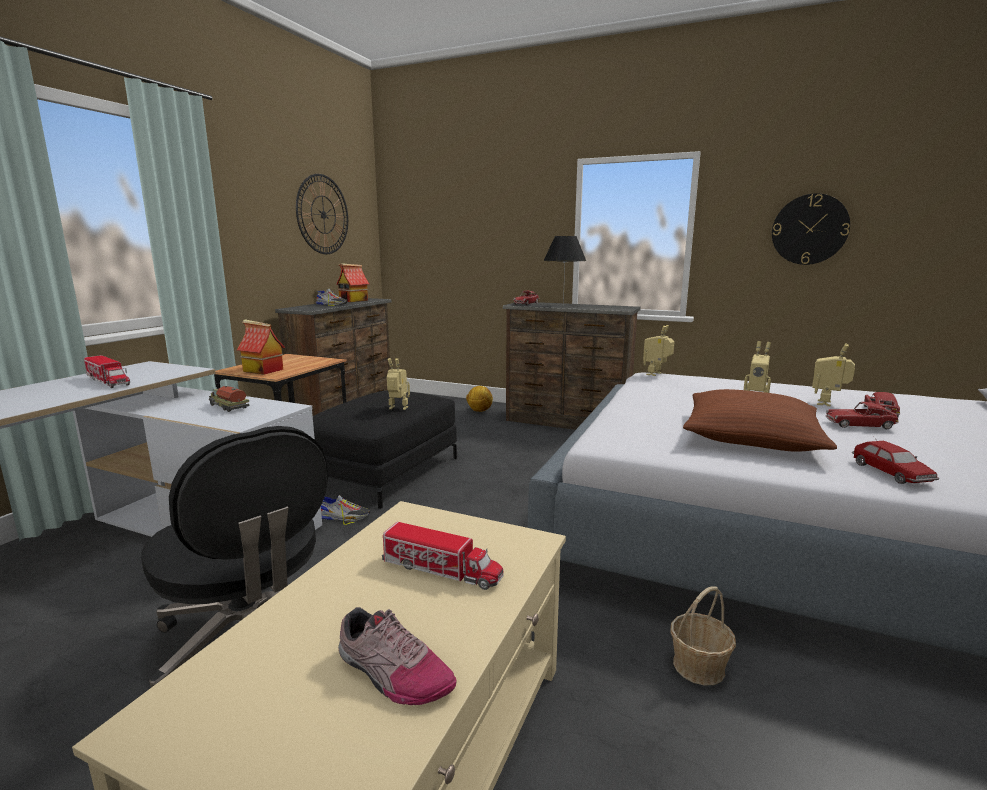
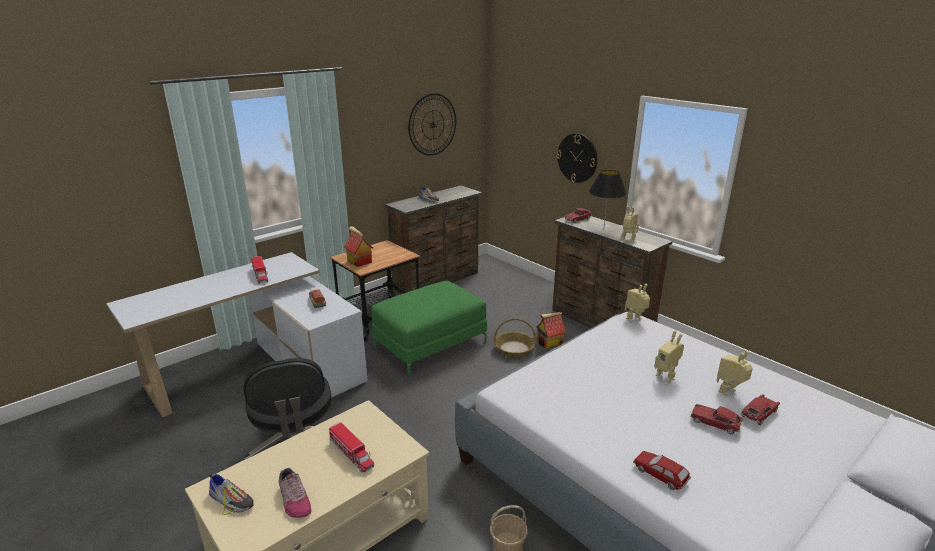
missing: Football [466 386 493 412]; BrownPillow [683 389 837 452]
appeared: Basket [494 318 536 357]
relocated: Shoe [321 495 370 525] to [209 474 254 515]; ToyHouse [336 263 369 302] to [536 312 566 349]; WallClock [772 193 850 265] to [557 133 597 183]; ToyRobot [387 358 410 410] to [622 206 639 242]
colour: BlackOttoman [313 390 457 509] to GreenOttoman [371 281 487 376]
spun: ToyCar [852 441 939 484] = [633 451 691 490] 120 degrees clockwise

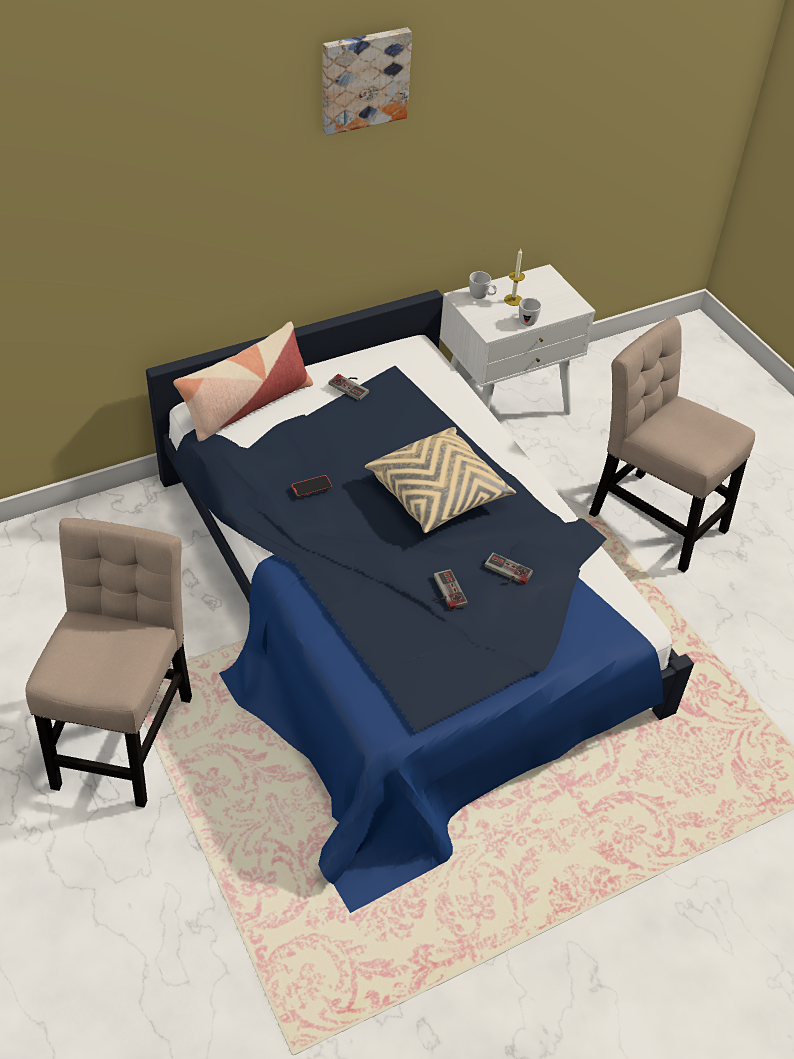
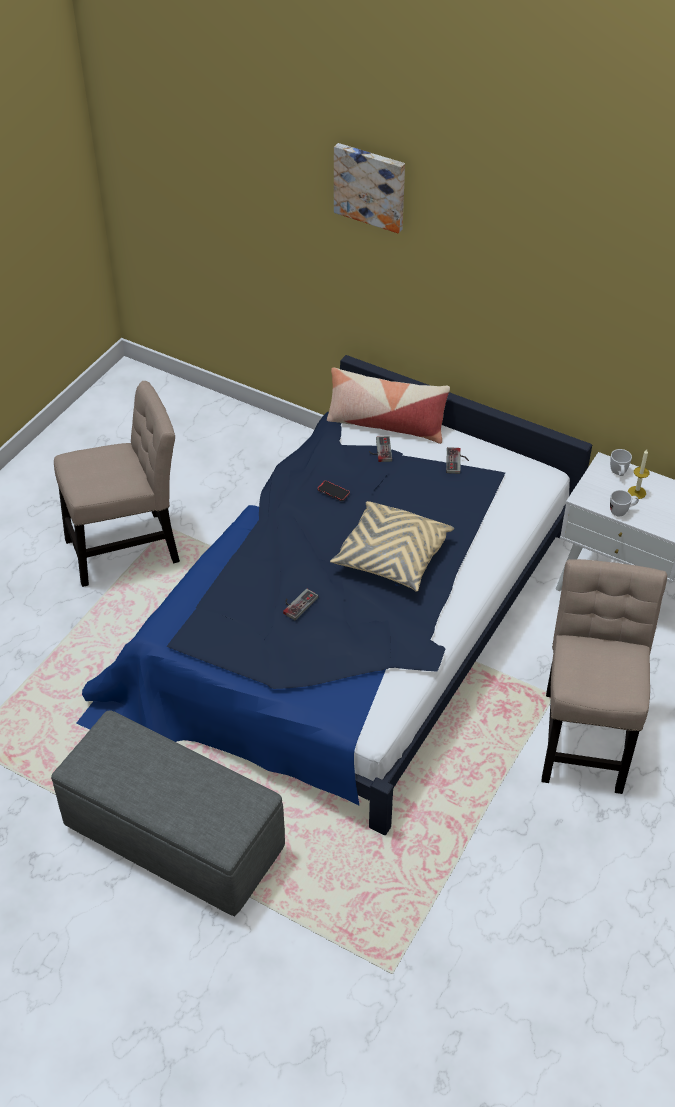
appeared: GreyOttoman [51 710 285 917]
relocated: Picture [323 28 412 135] to [334 143 405 234]; GameController [484 553 533 585] to [369 436 392 462]

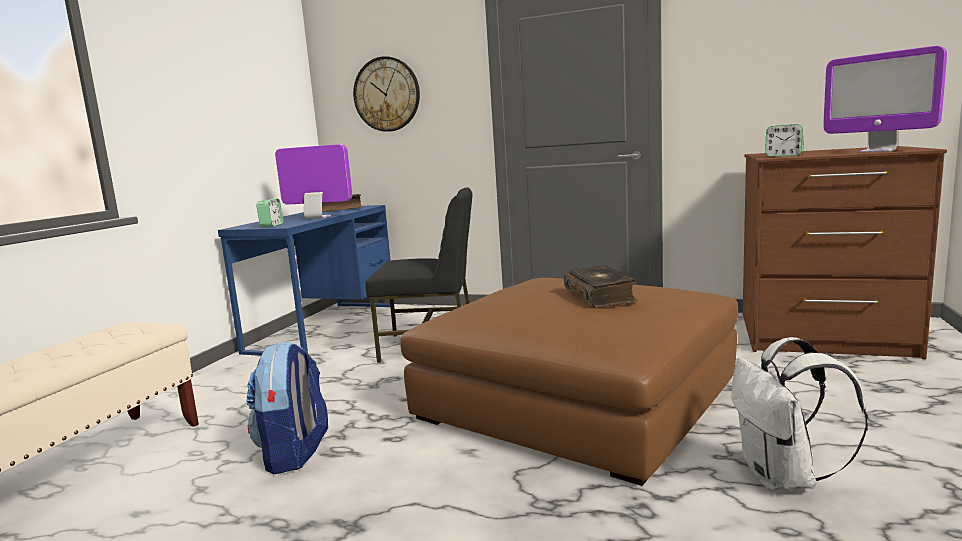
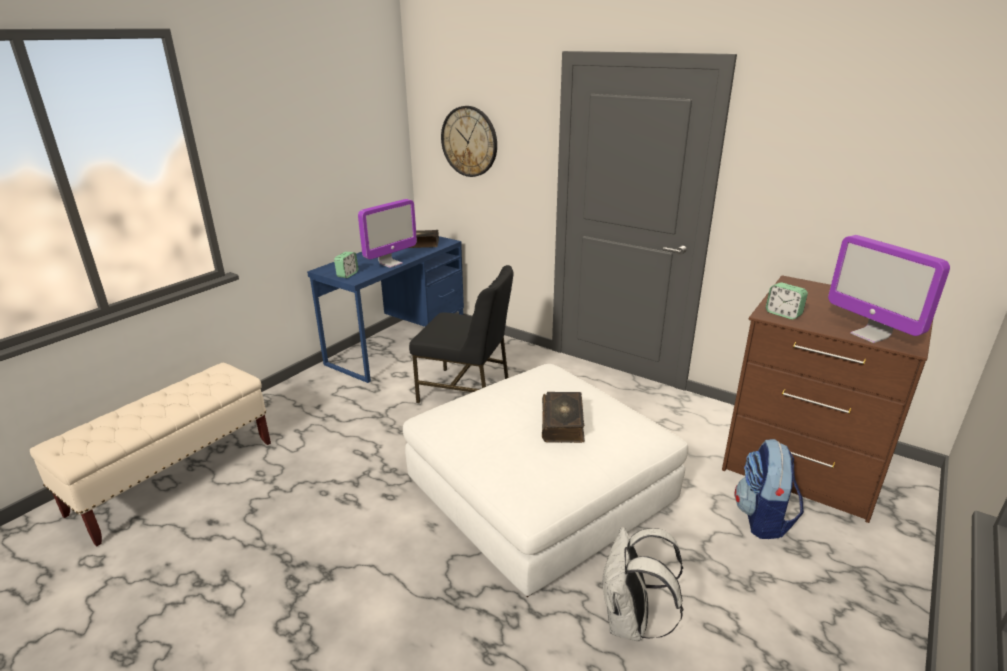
relocated: Backpack [247 340 328 474] to [735 439 804 539]
colour: BrownOttoman [400 278 738 486] to WhiteOttoman [403 364 688 597]
spun: Monitor [275 144 352 219] = [358 199 417 268] 105 degrees clockwise

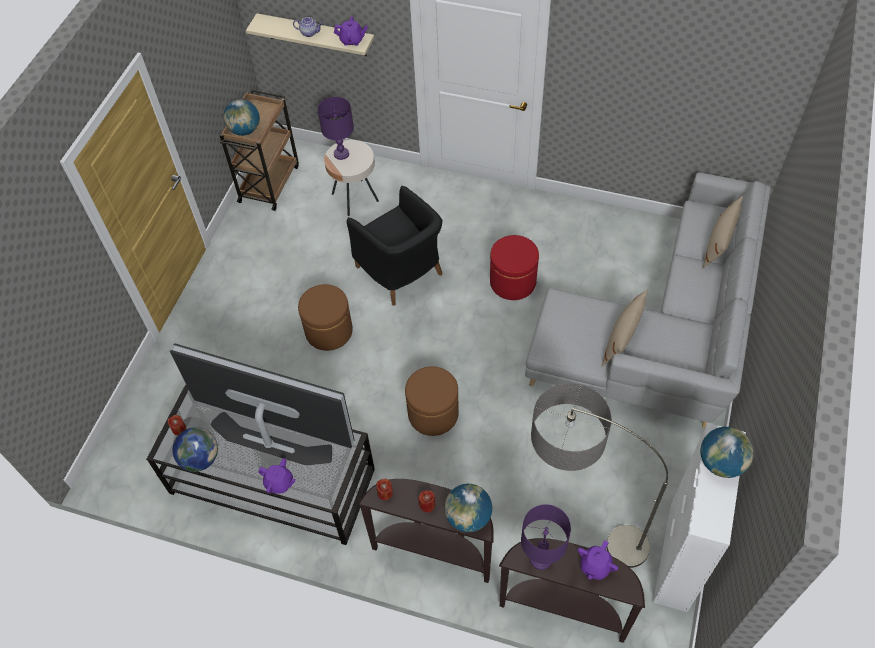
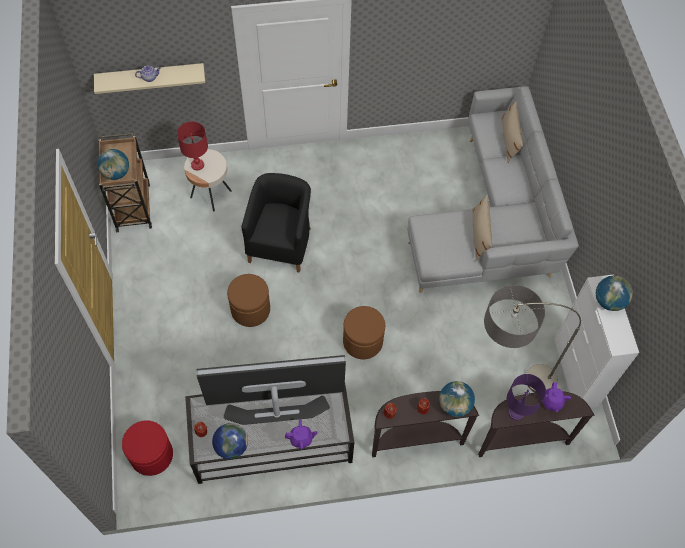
missing: PurpleTeapot [334 16 368 46]
relocated: RedOttoman [490 235 539 300] to [122 420 173 476]
colour: PurpleTableLamp [318 97 354 160] to RedTableLamp [177 122 208 170]
spun: BlackArmchair [347 186 442 305] = [241 173 311 273] 105 degrees counterclockwise

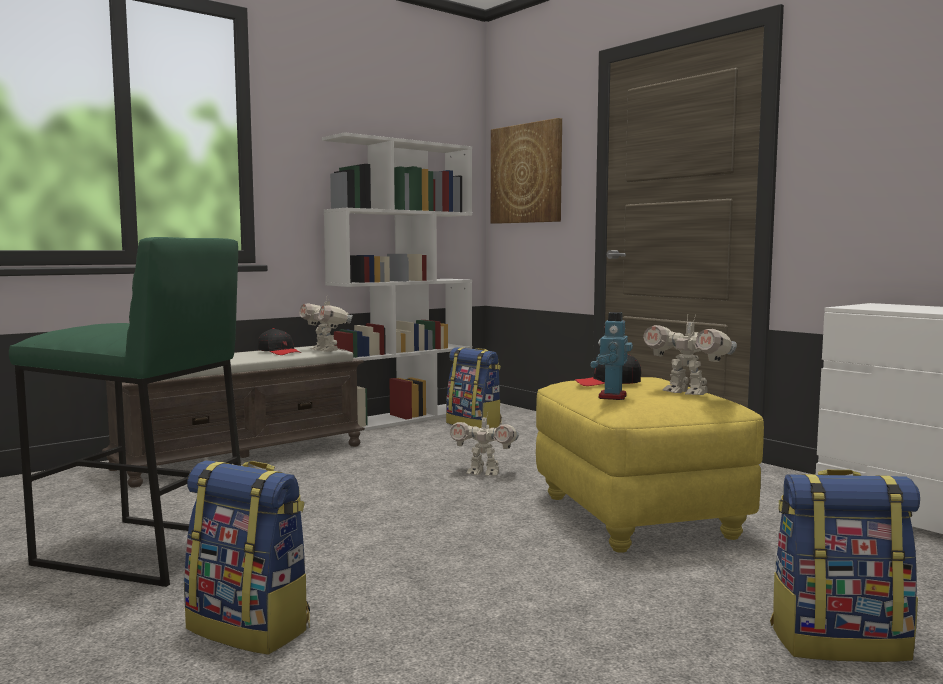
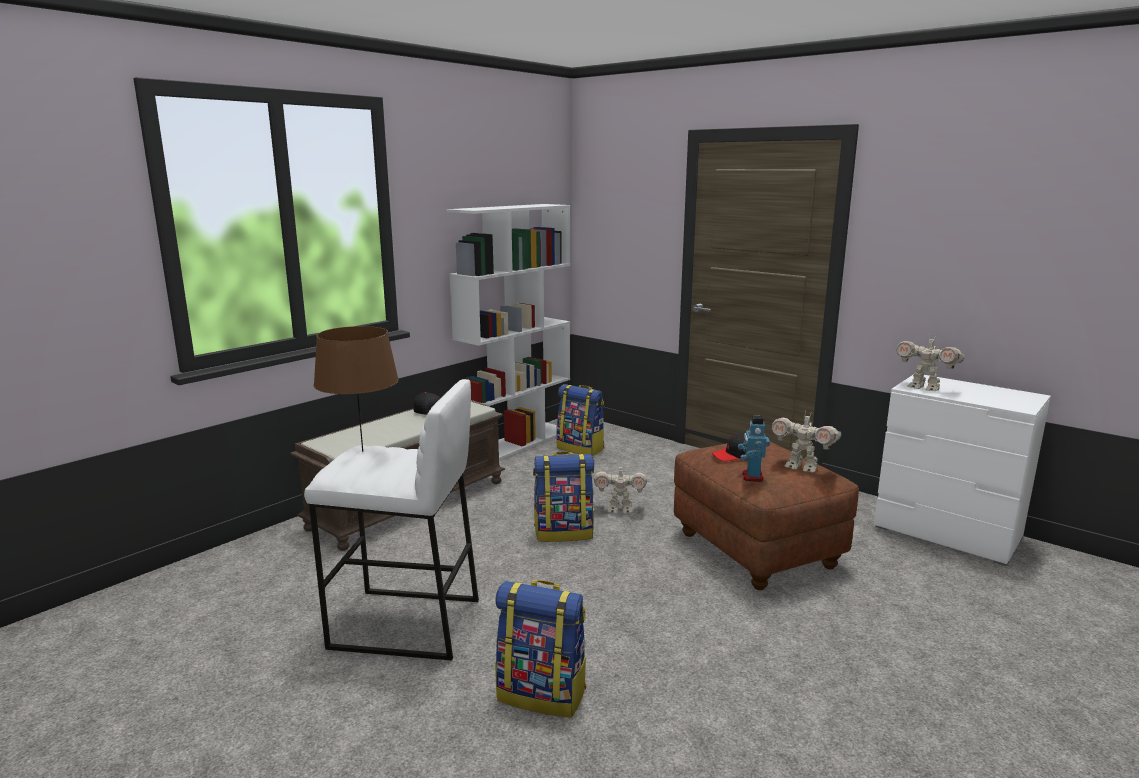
missing: Picture [491 118 562 224]
appeared: BrownTableLamp [313 326 399 452]
relocated: Backpack [770 469 920 662] to [533 452 594 542]; ToyRobot [299 297 353 352] to [896 334 964 391]
colour: GreenStool [9 237 241 587] to WhiteStool [304 379 479 660]; YellowOttoman [536 377 764 553] to BrownOttoman [674 441 859 590]

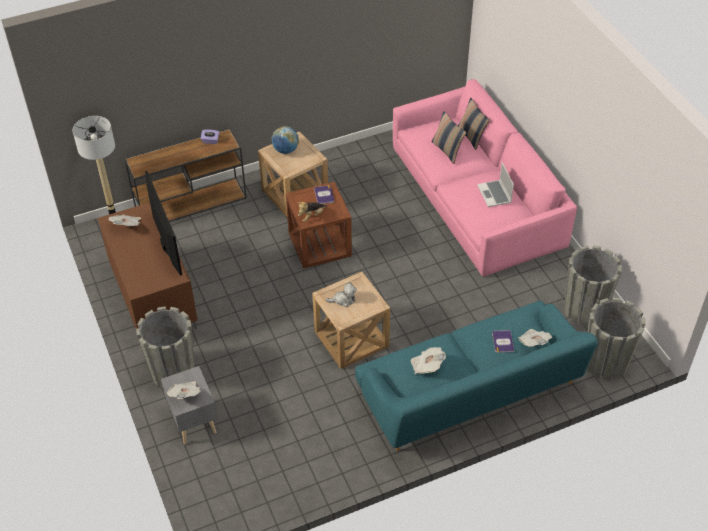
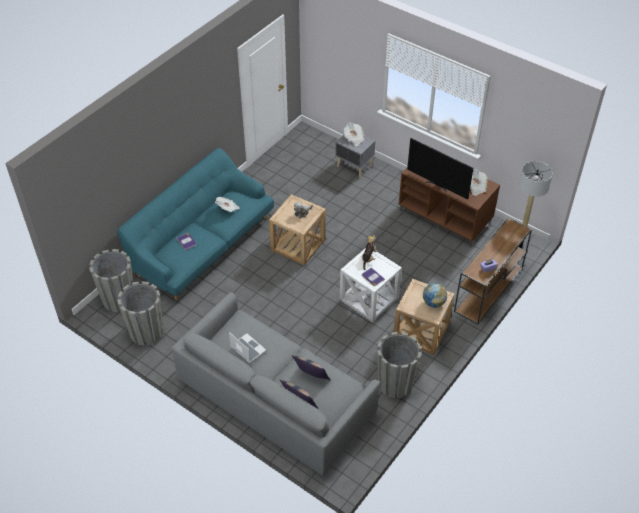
missing: Newspaper [518 329 552 347]
relocated: GreyPlanter [136 306 195 388] to [377 332 422 398]
colour: PinkSofa [393 79 577 276] to GreySofa [172 292 380 476]; BrownSideTable [286 182 352 269] to WhiteSideTable [340 248 402 322]

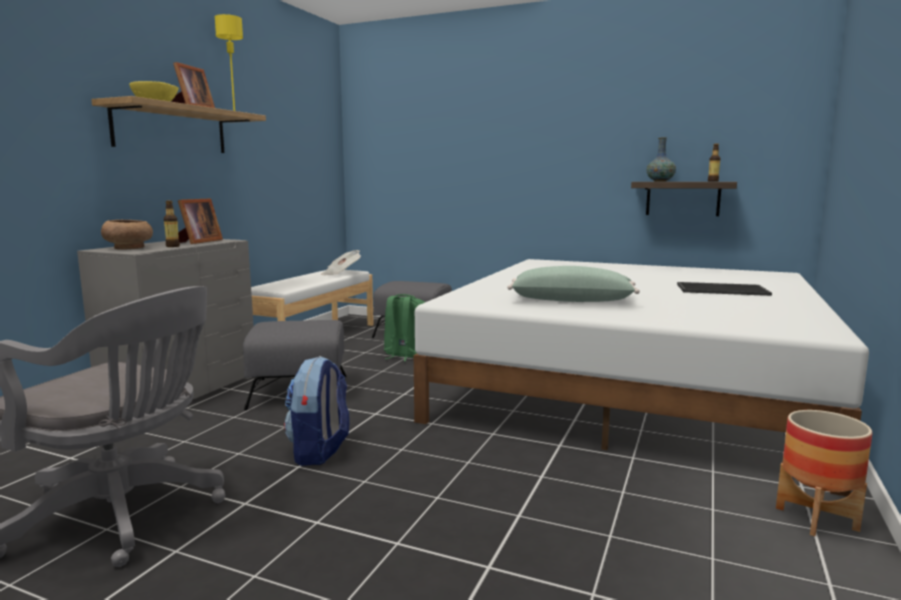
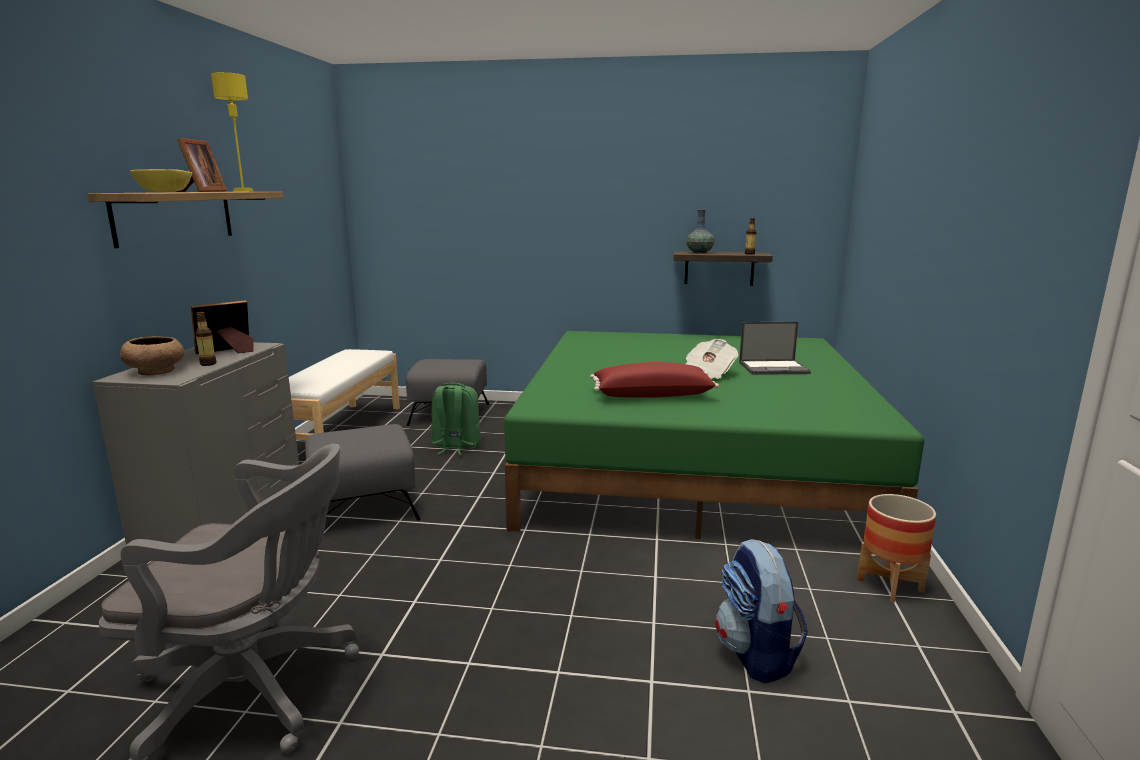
relocated: Newspaper [321 250 361 276] to [686 339 738 379]; Backpack [284 356 349 466] to [715 539 808 684]
exchanged: Tray [677 282 772 296] to Laptop [739 322 811 375]
colour: WhiteBed [414 259 869 497] to GreenBed [504 331 924 539]; GreenPillow [507 266 640 302] to RedPillow [590 362 719 398]
spun: PictureFrame [178 198 223 244] = [191 300 254 354] 135 degrees counterclockwise

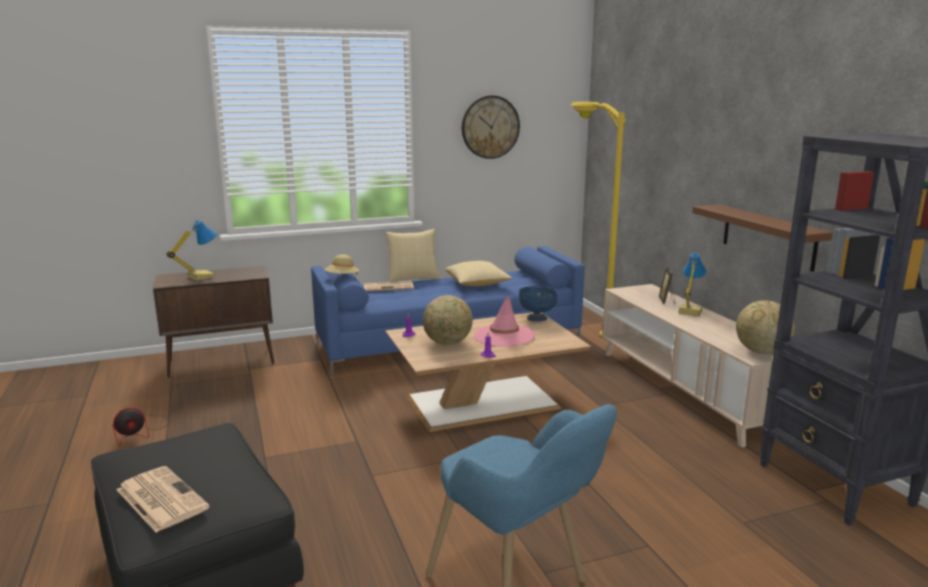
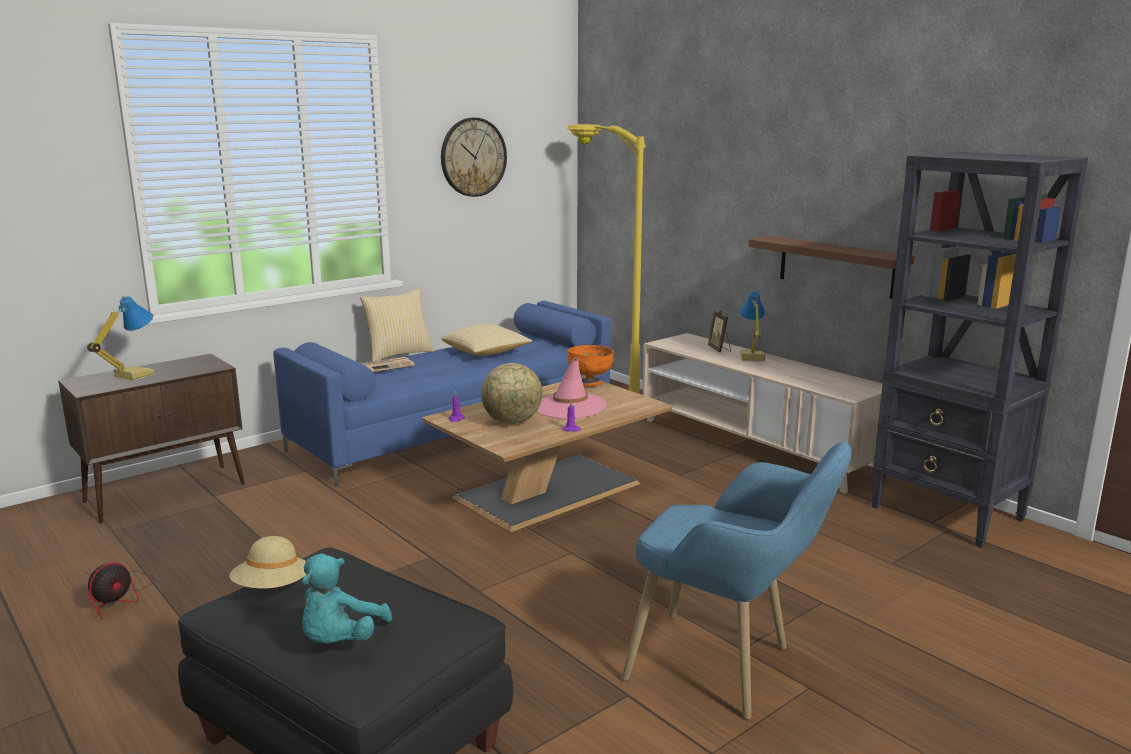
missing: Globe [736 300 795 354]
relocated: BeigeHat [324 255 359 275] to [229 536 306 589]
exchanged: Newspaper [117 466 210 533] to TurquoisePlushToy [301 553 392 644]
colour: BlueBowl [519 286 557 321] to OrangeBowl [568 345 614 387]

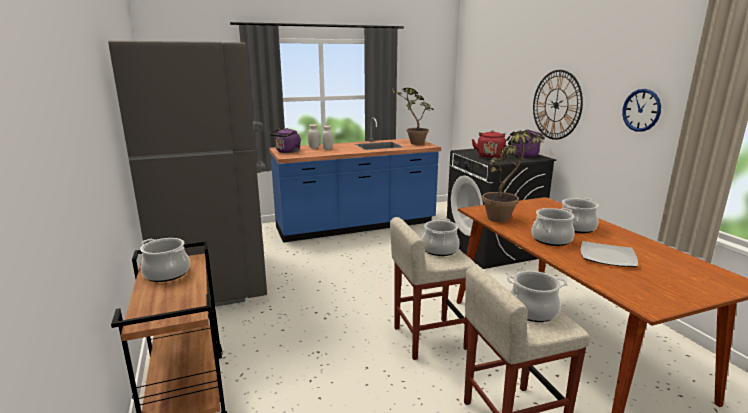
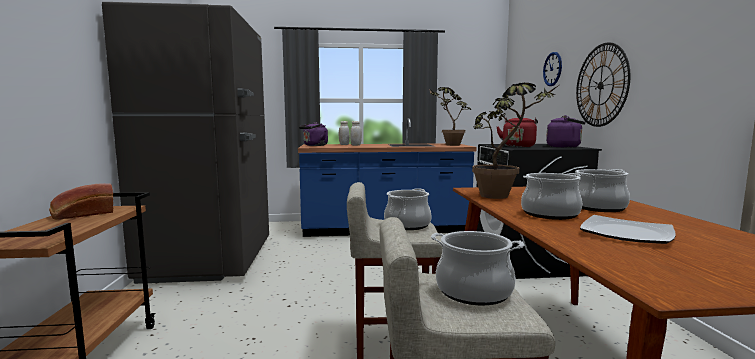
relocated: WallClock [622 89 661 132] to [543 52 562 86]
exchanged: CookingPot [140 238 190 282] to Bread [49 183 113 220]

